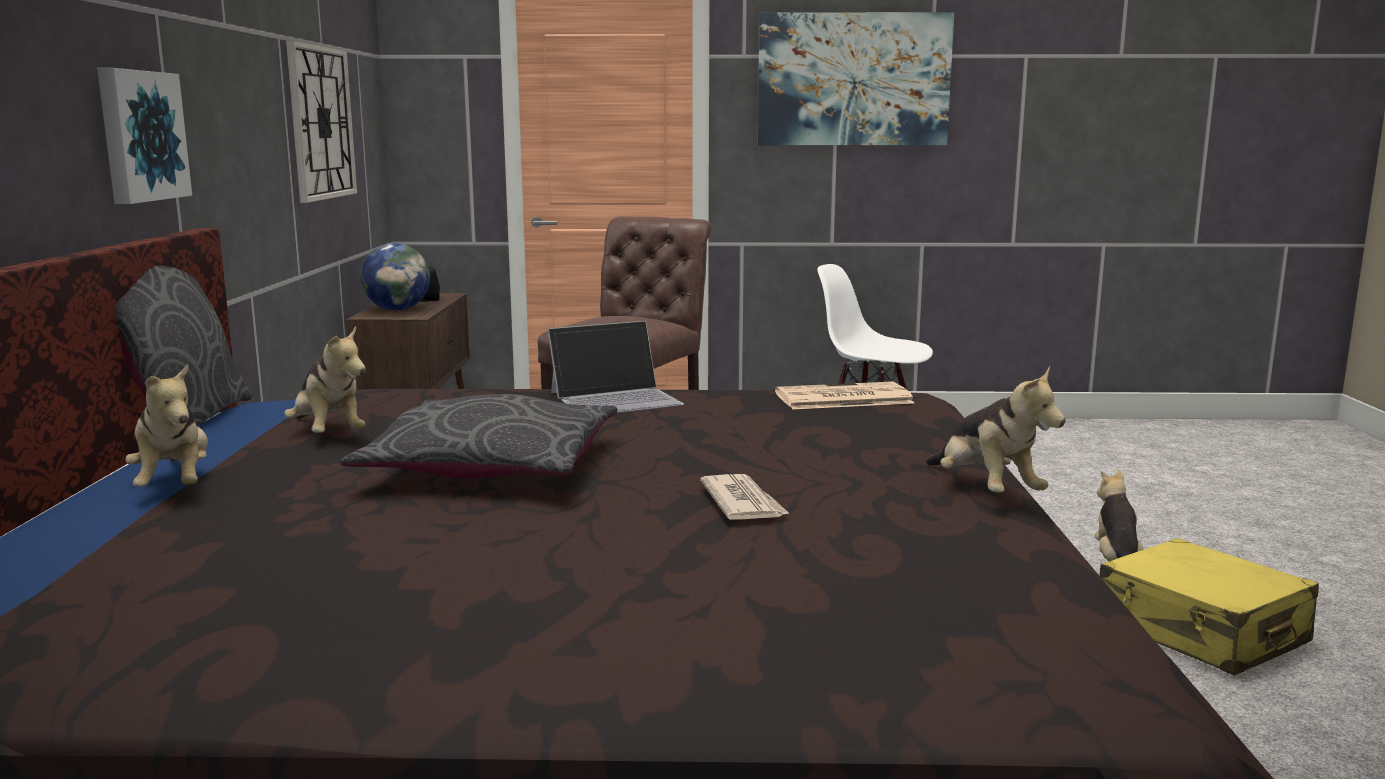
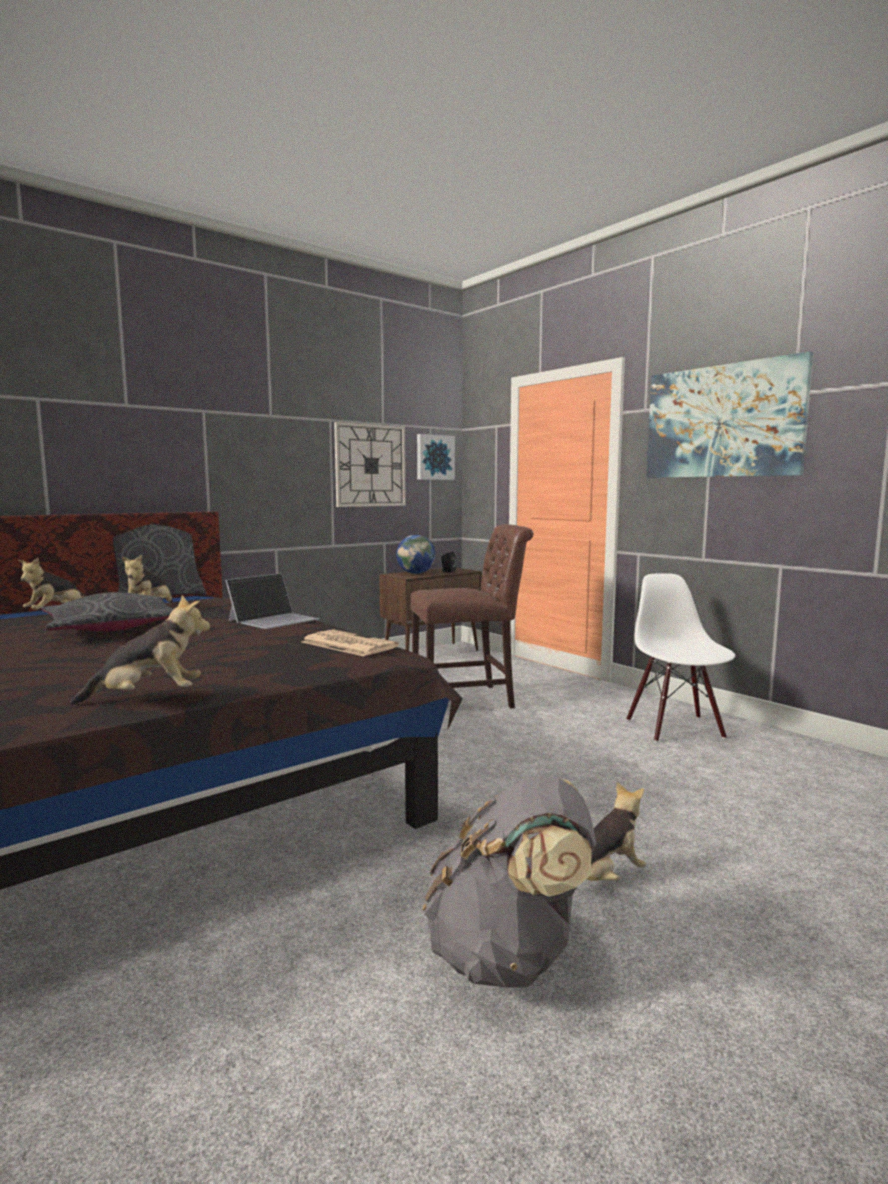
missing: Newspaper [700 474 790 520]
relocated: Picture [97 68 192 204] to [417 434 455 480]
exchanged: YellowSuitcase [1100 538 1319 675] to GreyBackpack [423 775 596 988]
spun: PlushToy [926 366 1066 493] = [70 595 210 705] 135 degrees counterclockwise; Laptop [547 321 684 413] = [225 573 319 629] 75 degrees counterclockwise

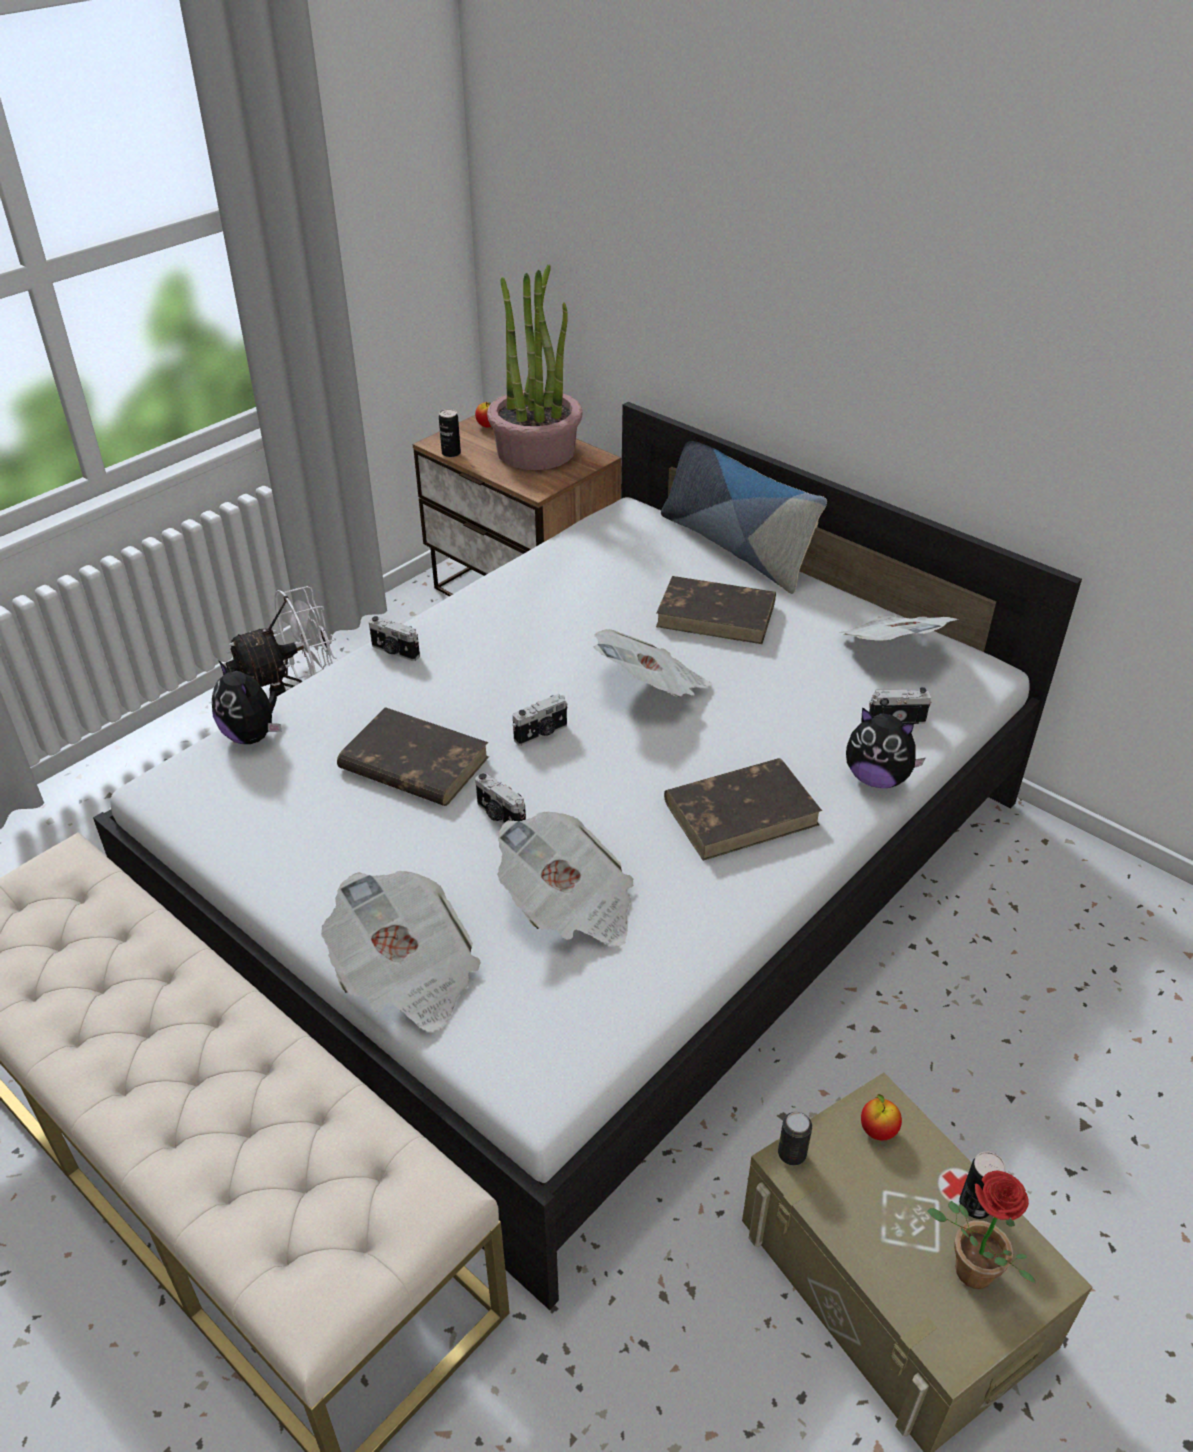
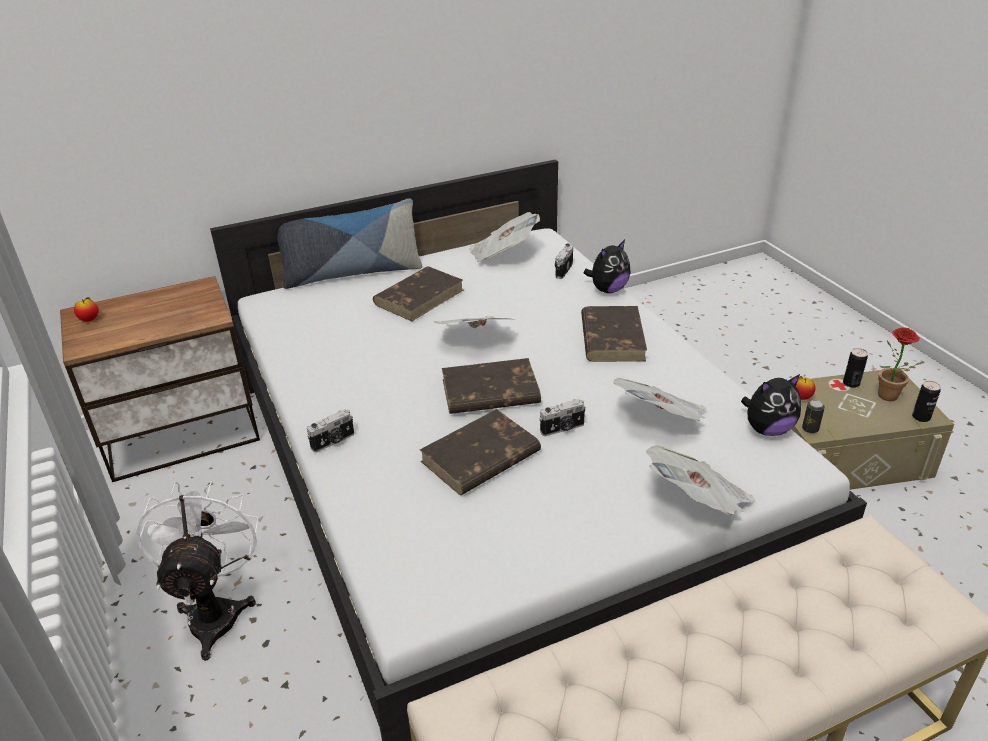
missing: PottedPlant [487 264 583 470]
relocated: PlushToy [212 660 282 744] to [741 374 801 436]; Can [439 409 461 457] to [912 381 941 422]
exchanged: PhotoCamera [512 694 568 746] to BrownBook [442 358 541 414]

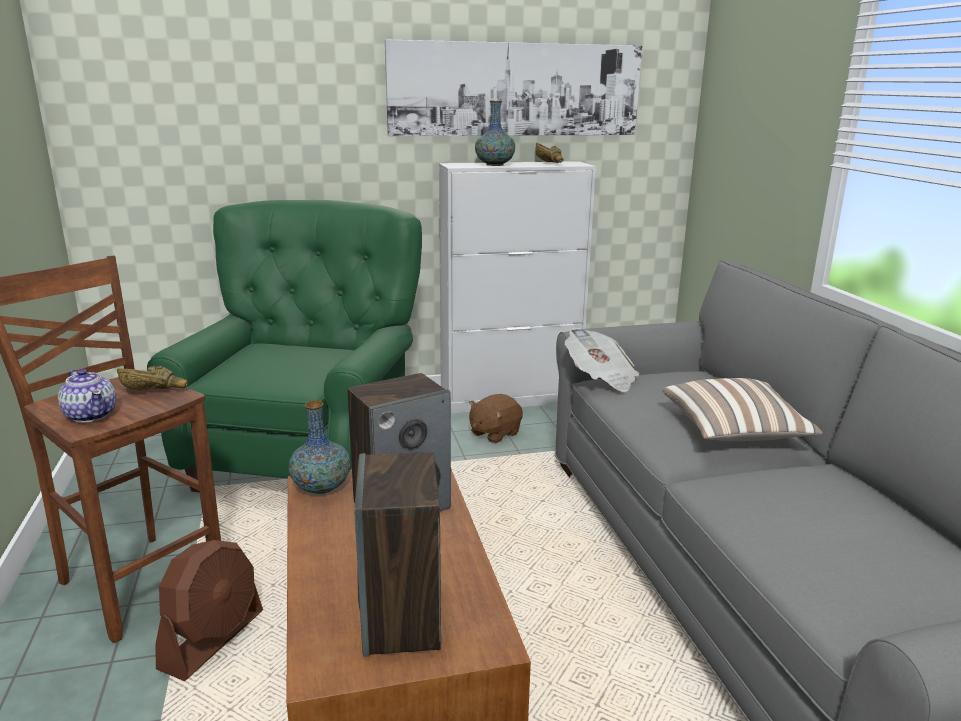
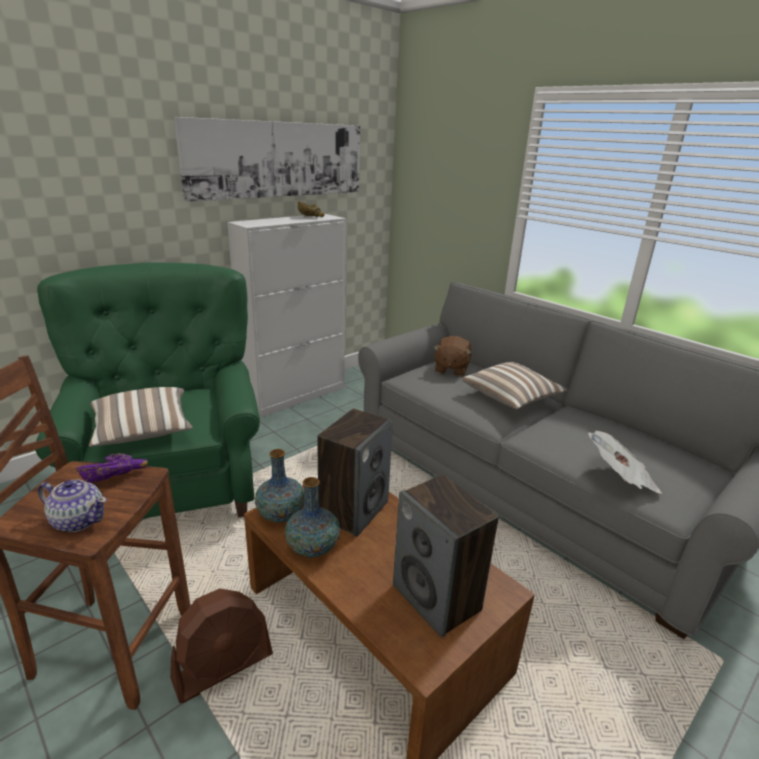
appeared: Pillow [89 387 193 447]
relocated: Vase [475 101 515 166] to [285 477 340 558]; BrownPlushToy [469 394 523 443] to [433 336 472 376]; Newspaper [565 327 639 392] to [588 431 662 494]
colour: BrownBowl [117 366 188 390] to PurpleBowl [75 453 148 483]
spun: BrownFan [155 540 263 681] = [170 588 273 703] 60 degrees clockwise

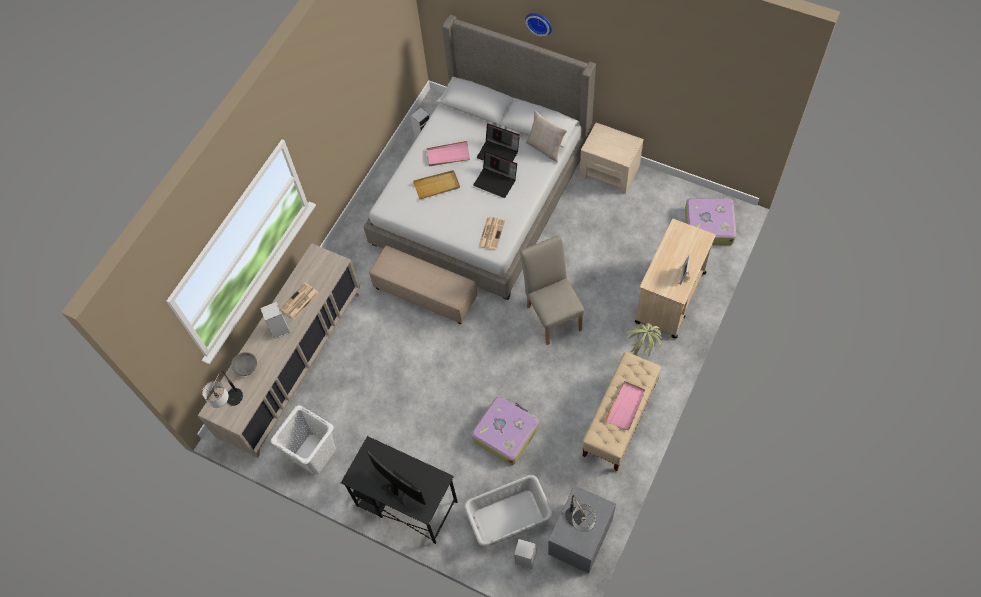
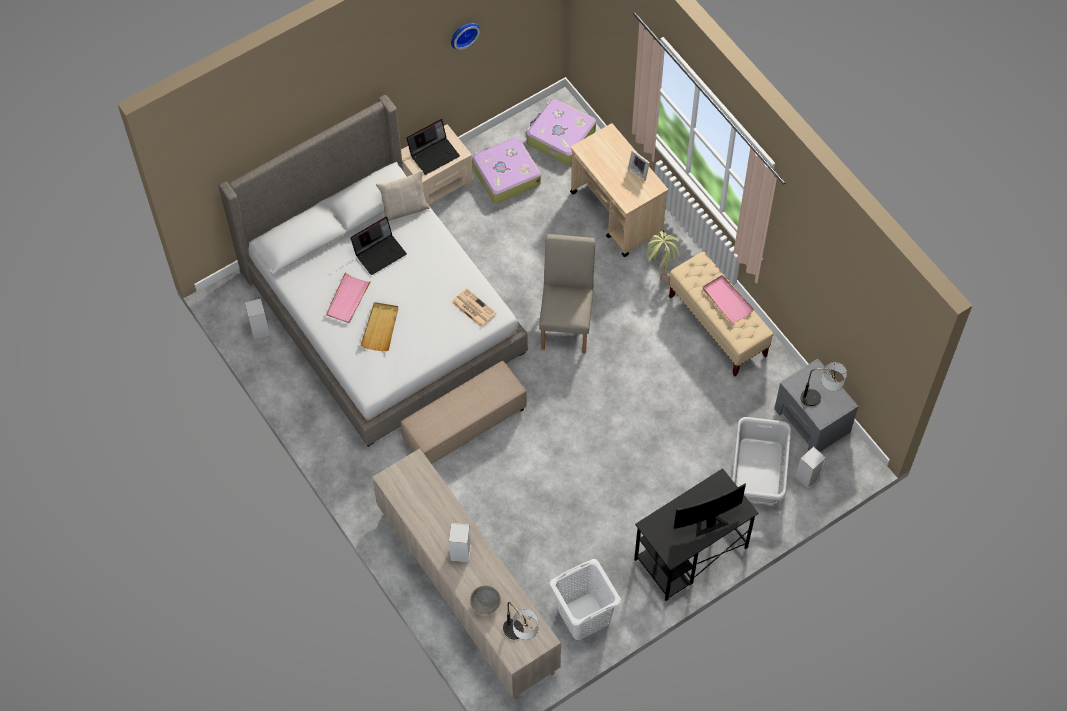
missing: Newspaper [280 282 319 319]
relocated: Laptop [473 151 517 198] to [406 119 460 175]; WallClock [525 13 552 37] to [451 23 480 50]; Suitcase [471 396 539 465] to [472 137 541 204]
spun: BeigeChair [520 235 585 345] = [539 234 596 353] 90 degrees clockwise

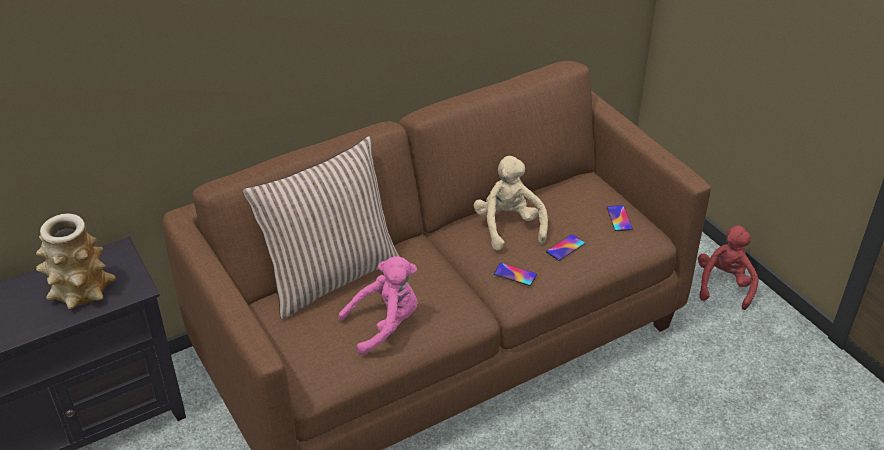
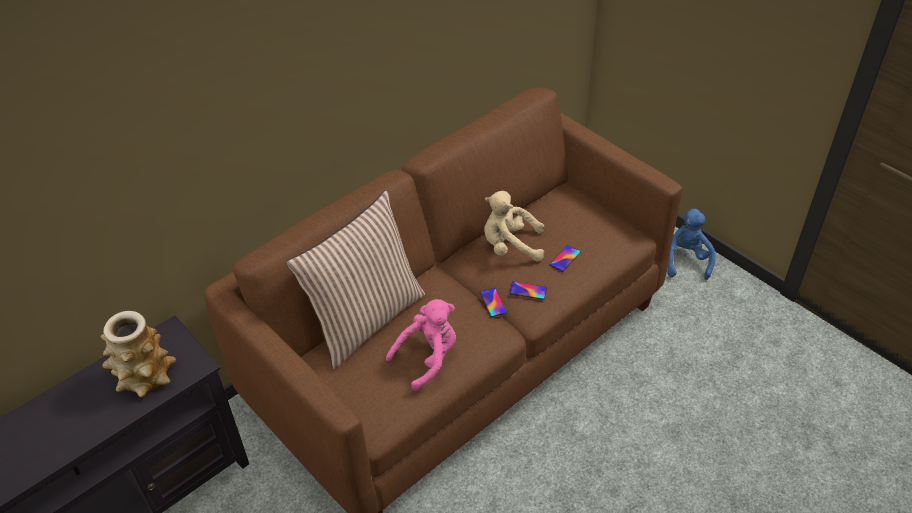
relocated: Phone [607 205 633 231] to [480 288 507 317]
colour: RedPlushToy [698 225 758 310] to BluePlushToy [667 208 716 280]
spun: BeigePlushToy [473 156 548 250] = [484 191 544 262] 60 degrees counterclockwise

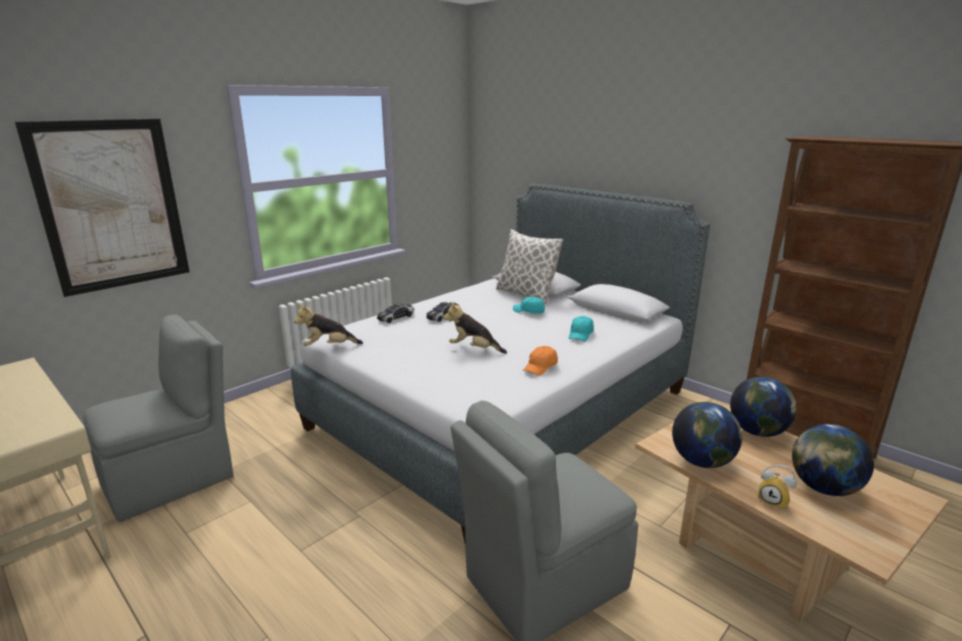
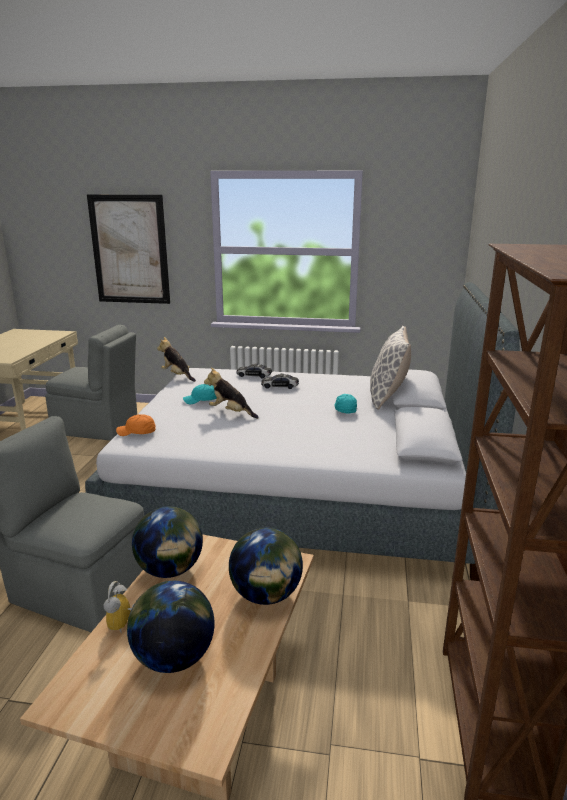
relocated: OrangeCap [523 346 558 376] to [116 414 156 436]; TurquoiseCap [569 316 594 341] to [183 384 217 404]
spun: PlushToy [443 302 507 354] = [204 368 259 419] 45 degrees counterclockwise

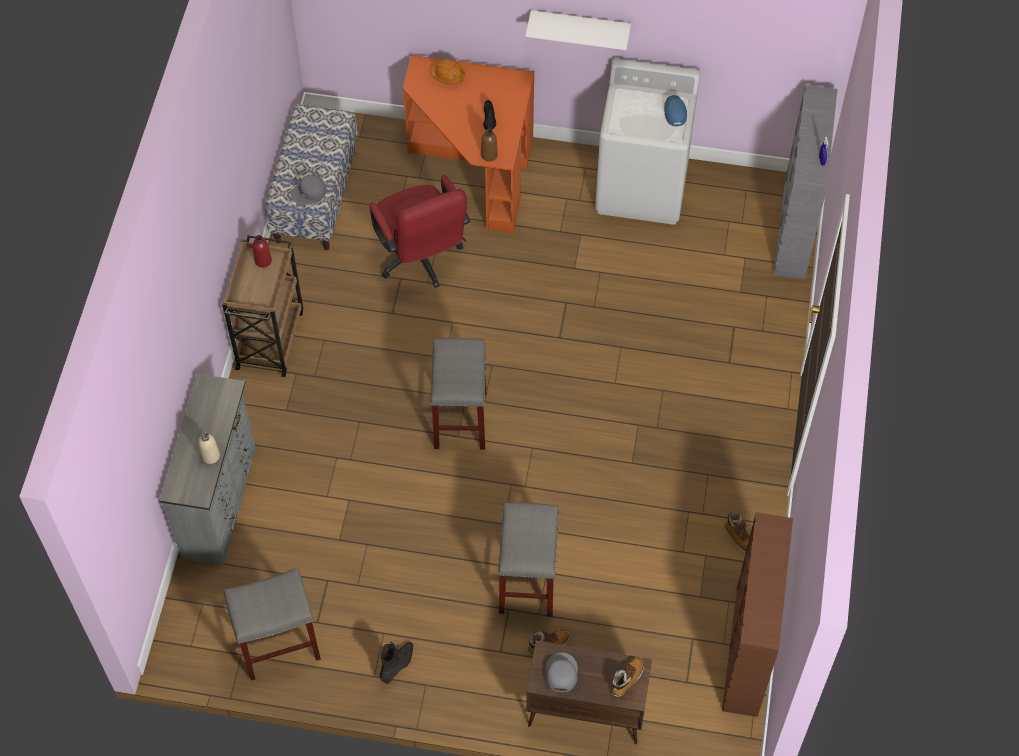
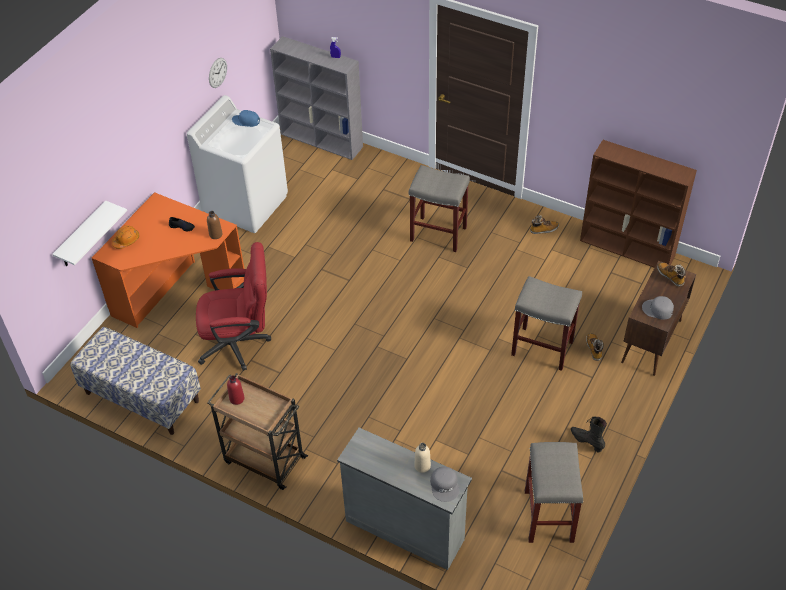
appeared: WallClock [209 58 227 88]
relocated: WhiteShelf [526 10 631 50] to [52 201 127 266]; GreyStool [430 338 487 450] to [409 165 470 252]; GreyCap [291 175 327 205] to [430 466 459 502]

